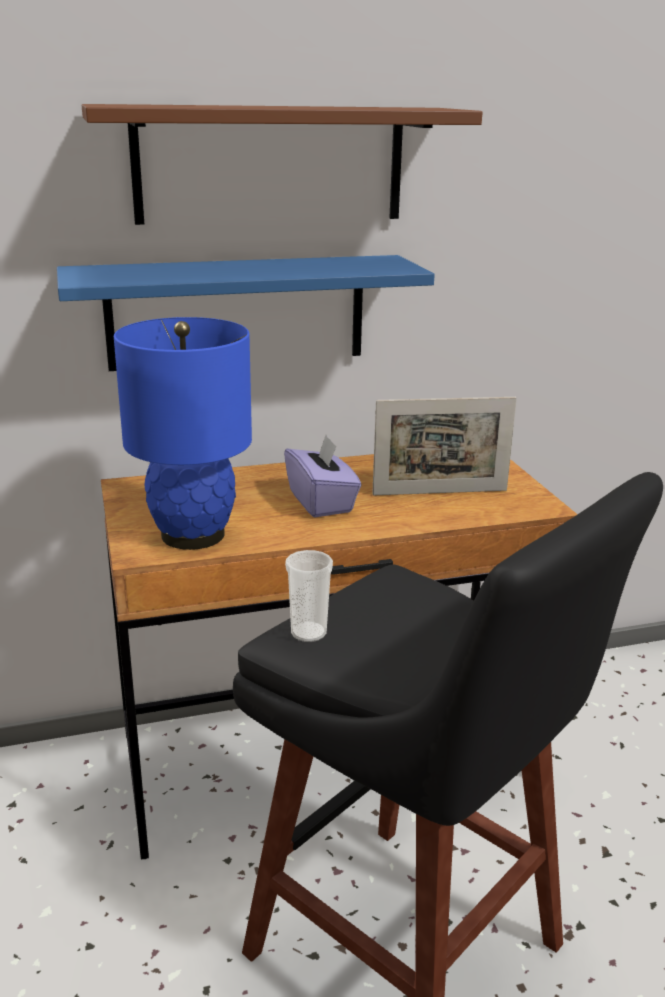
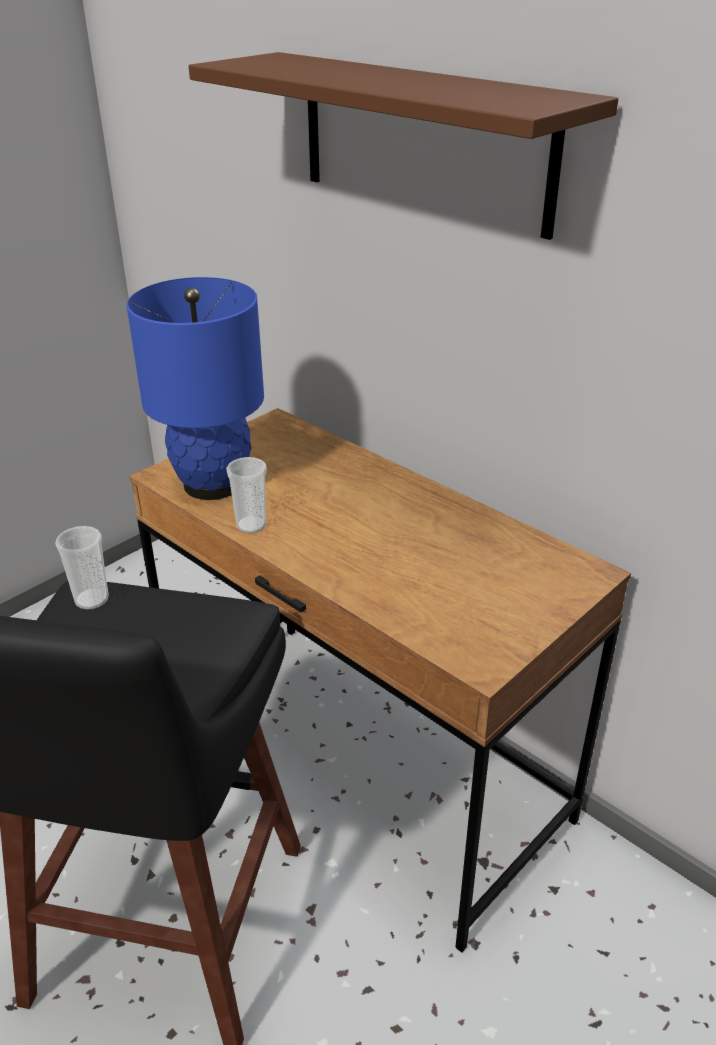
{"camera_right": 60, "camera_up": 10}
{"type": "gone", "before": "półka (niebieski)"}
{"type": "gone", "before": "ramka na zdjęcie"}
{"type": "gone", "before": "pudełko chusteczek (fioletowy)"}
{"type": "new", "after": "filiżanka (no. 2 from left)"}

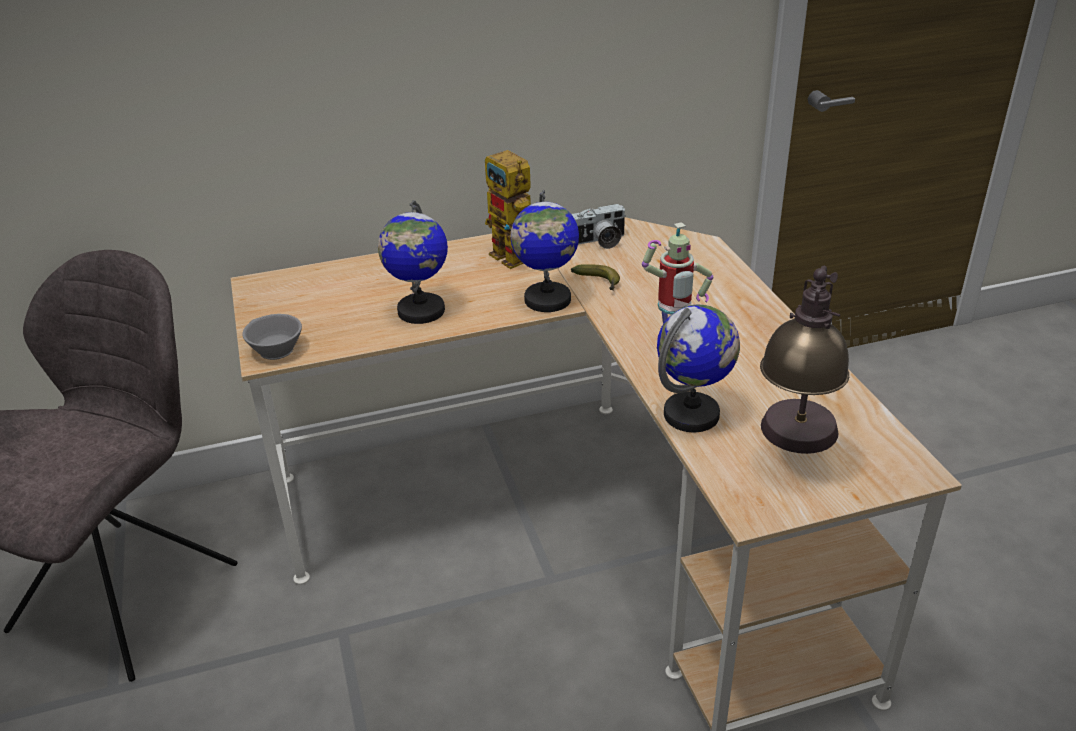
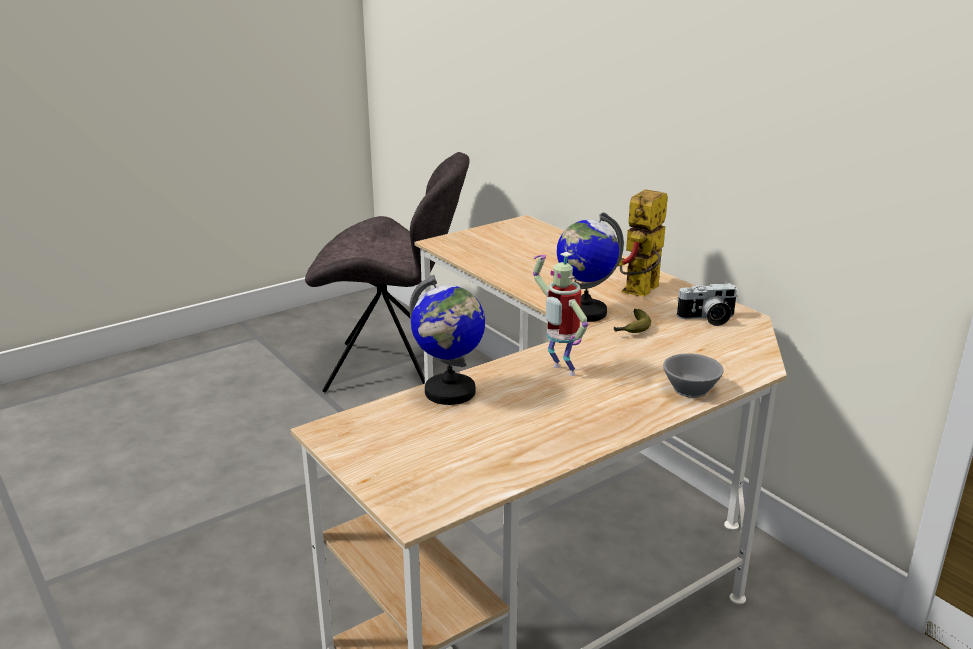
{"camera_right": 70, "camera_up": -10}
{"type": "gone", "before": "globus (no. 1 from left)"}
{"type": "rotated", "before": "aparat fotograficzny", "turn": -60}
{"type": "gone", "before": "lampa stołowa"}
{"type": "shifted", "before": "filiżanka (szary)"}

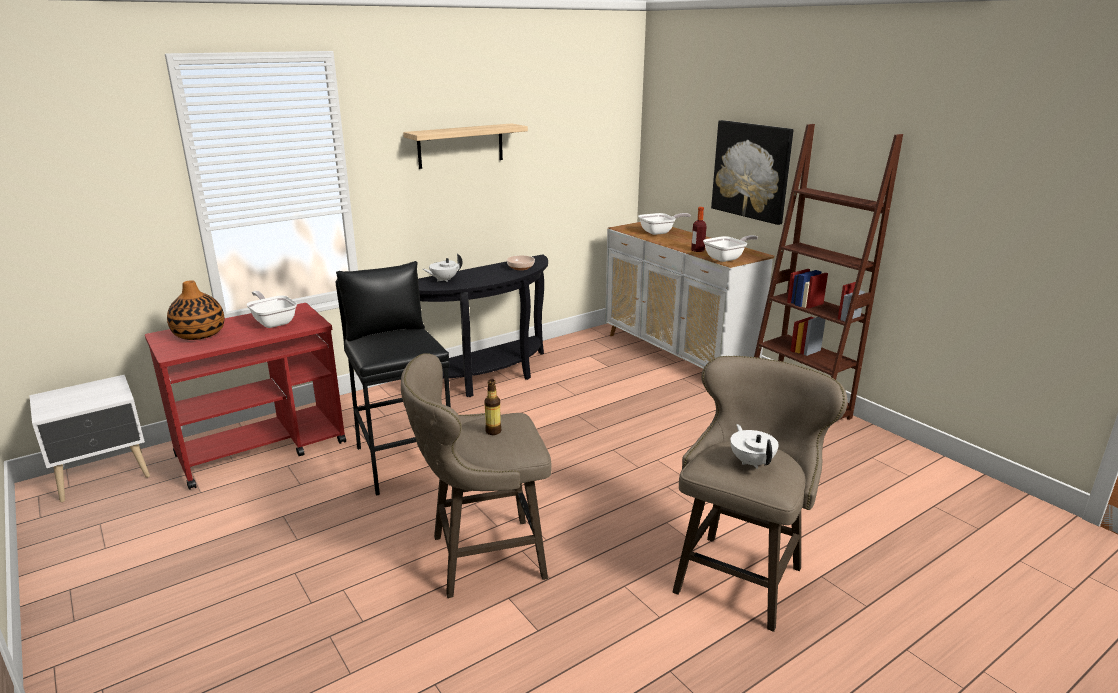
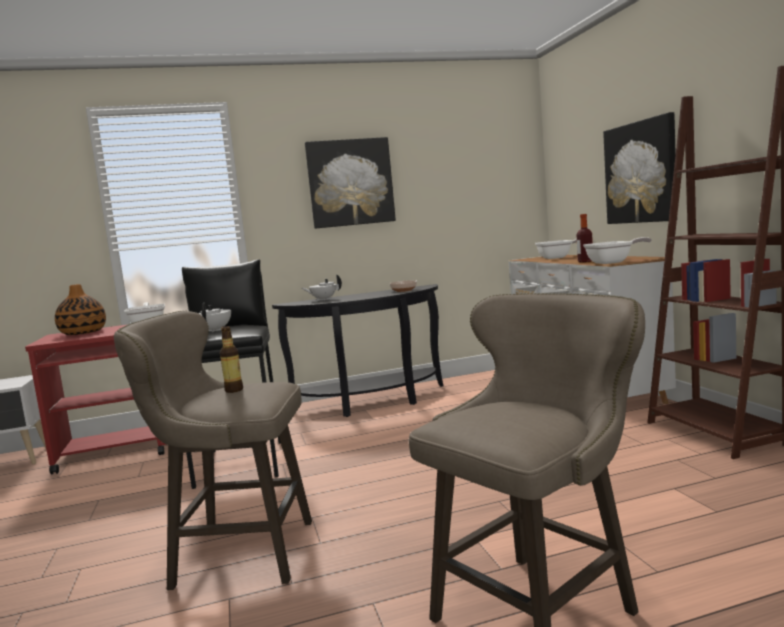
{"camera_right": 20, "camera_up": -15}
{"type": "swapped", "before": "półka", "after": "obraz (no. 1 from left)"}
{"type": "shifted", "before": "imbryk (biały) (no. 2 from left in the first image)", "after": "imbryk (biały) (no. 1 from left)"}

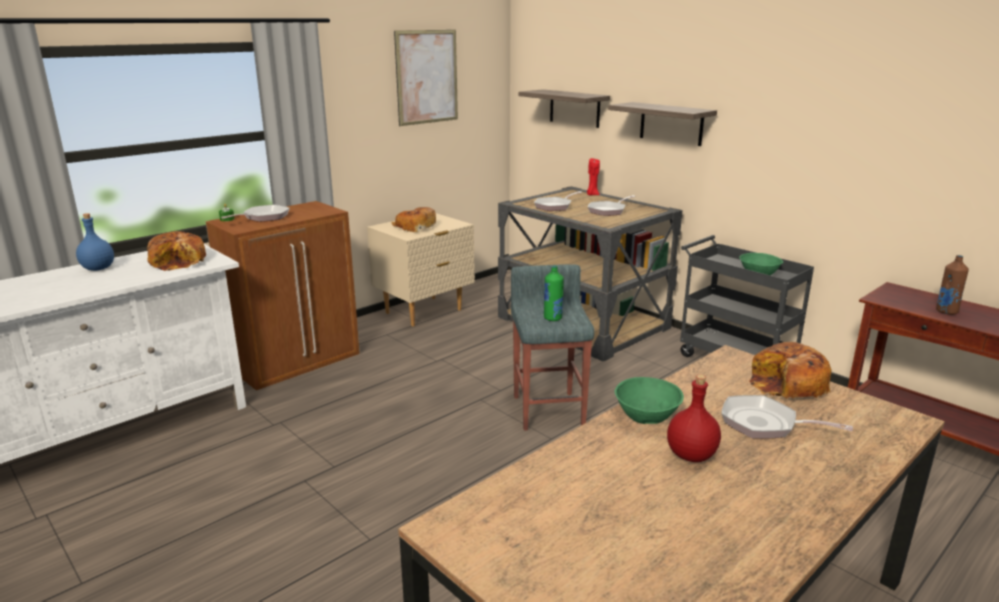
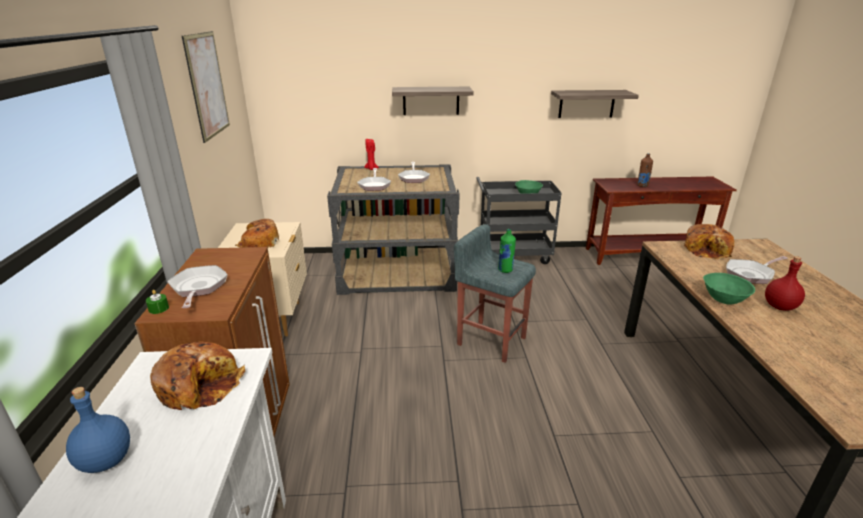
{"camera_right": -50, "camera_up": 5}
{"type": "shifted", "before": "półka (no. 1 from left in the first image)", "after": "półka (no. 2 from left)"}

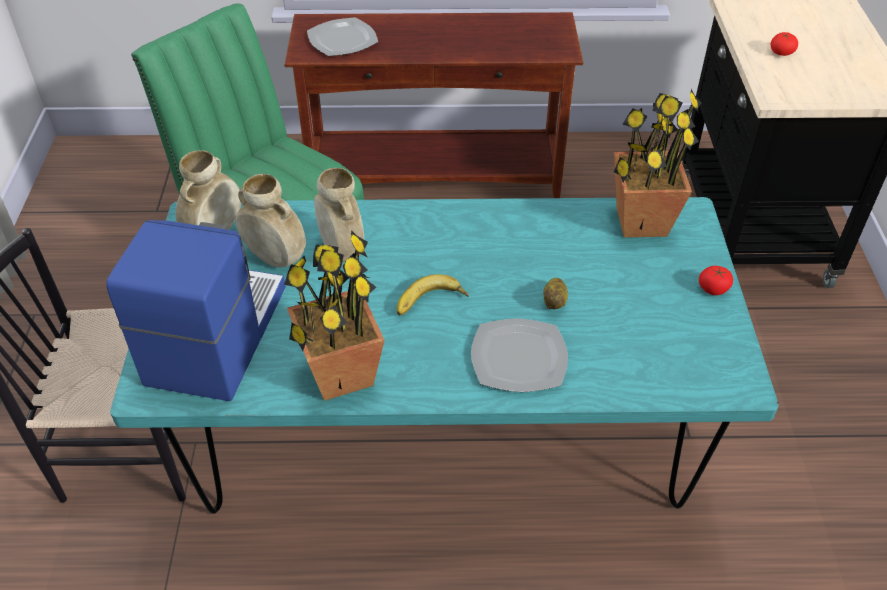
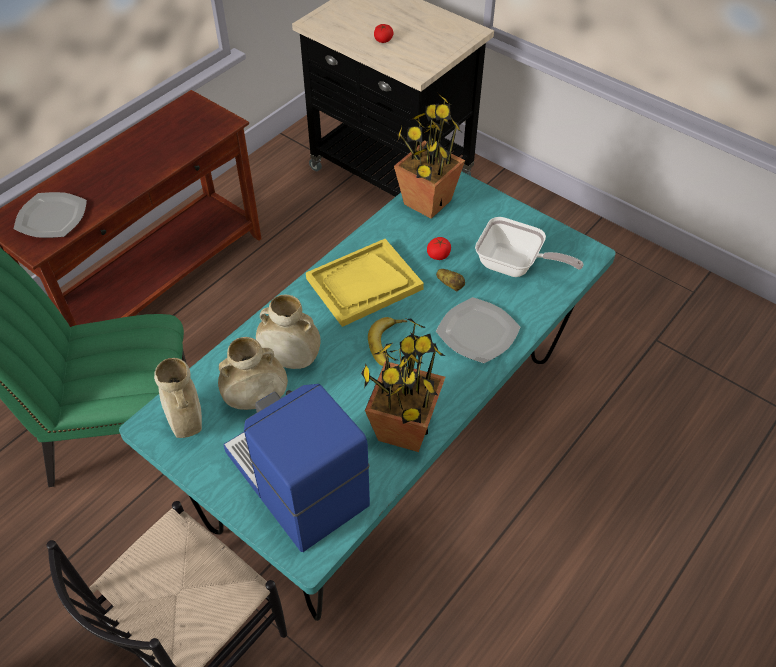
{"camera_right": -50, "camera_up": 5}
{"type": "shifted", "before": "pomidor (no. 1 from left in the first image)", "after": "pomidor (no. 2 from left)"}
{"type": "new", "after": "patelnia"}
{"type": "new", "after": "taca (żółty)"}

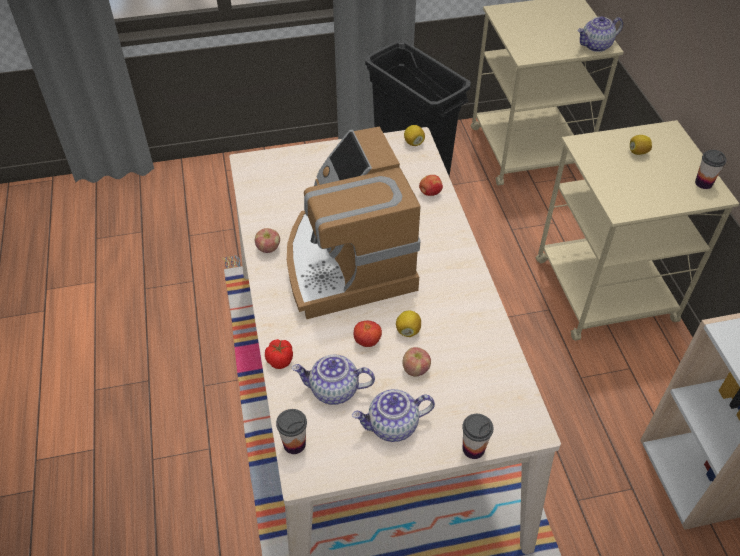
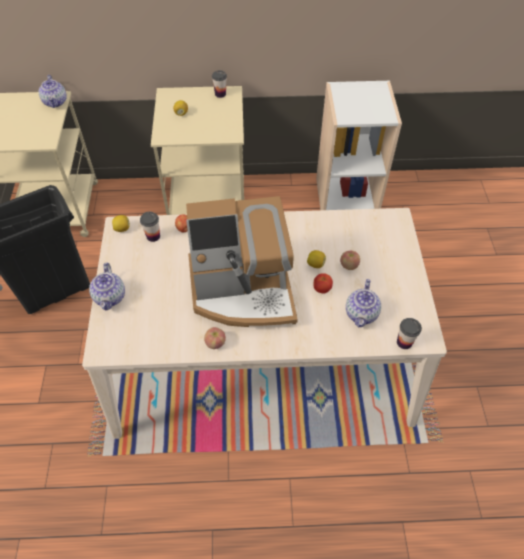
{"camera_right": -80, "camera_up": 5}
{"type": "gone", "before": "pomidor (no. 1 from left)"}
{"type": "shifted", "before": "imbryk (no. 2 from left)"}
{"type": "shifted", "before": "filiżanka (no. 2 from left in the first image)", "after": "filiżanka (no. 1 from left)"}

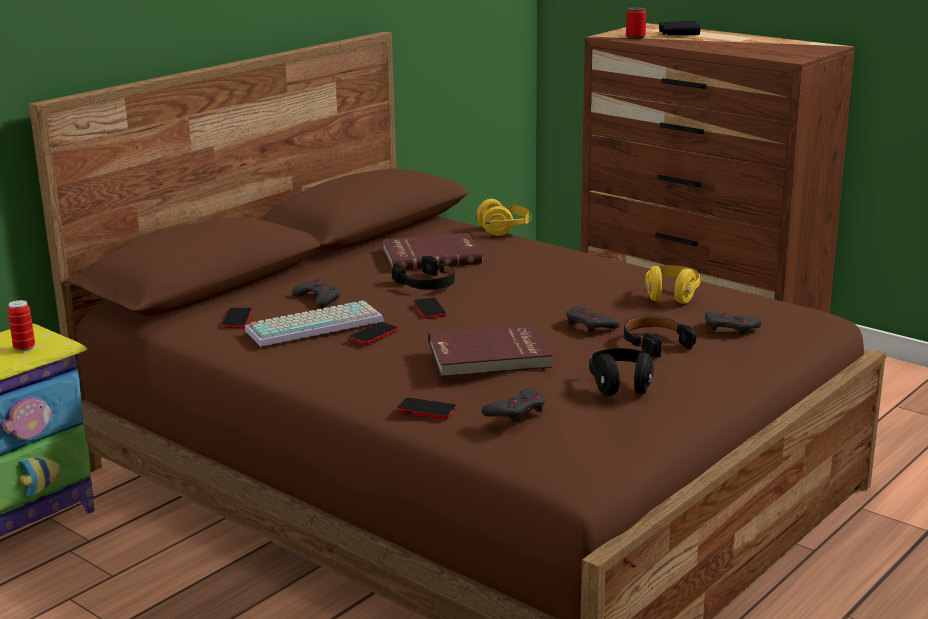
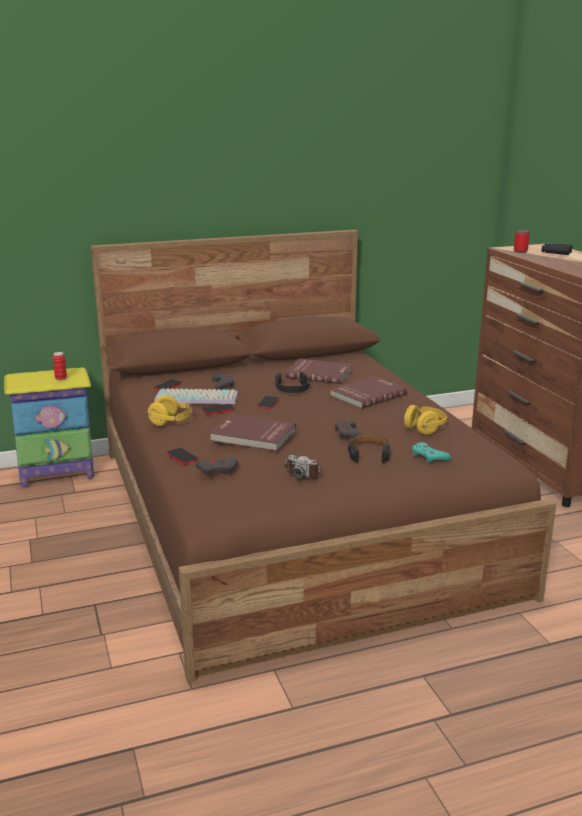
{"camera_right": 30, "camera_up": 0}
{"type": "shifted", "before": "słuchawki (żółty) (no. 1 from left)"}
{"type": "repainted", "before": "pad do gier (szary) (no. 4 from left)", "after": "pad do gier (turkusowy)"}
{"type": "swapped", "before": "słuchawki (czarny) (no. 2 from left)", "after": "aparat fotograficzny"}
{"type": "new", "after": "książka (czerwony) (no. 3 from left)"}

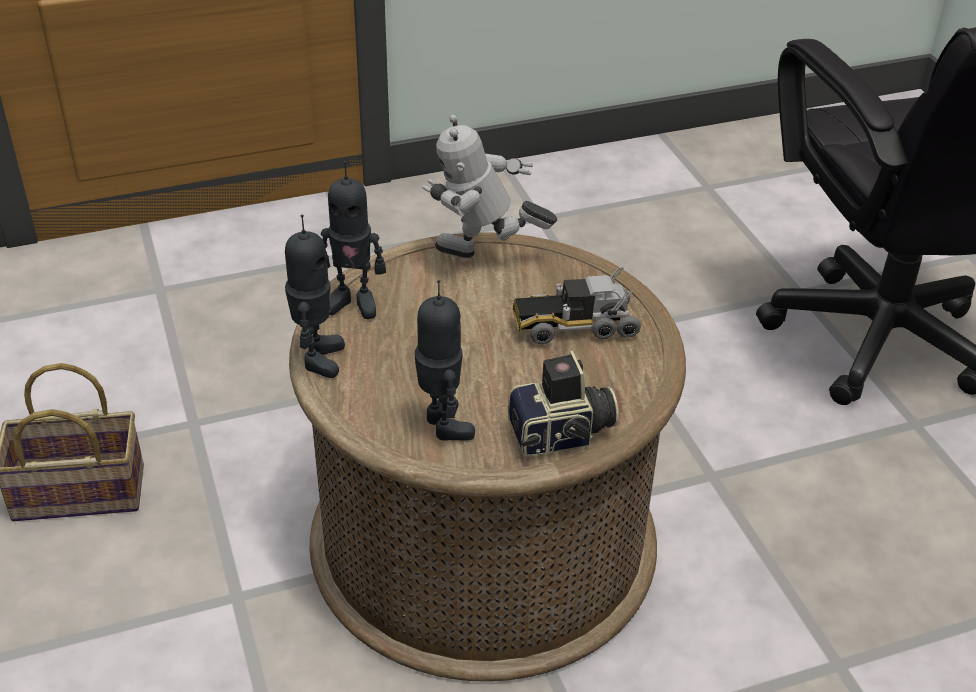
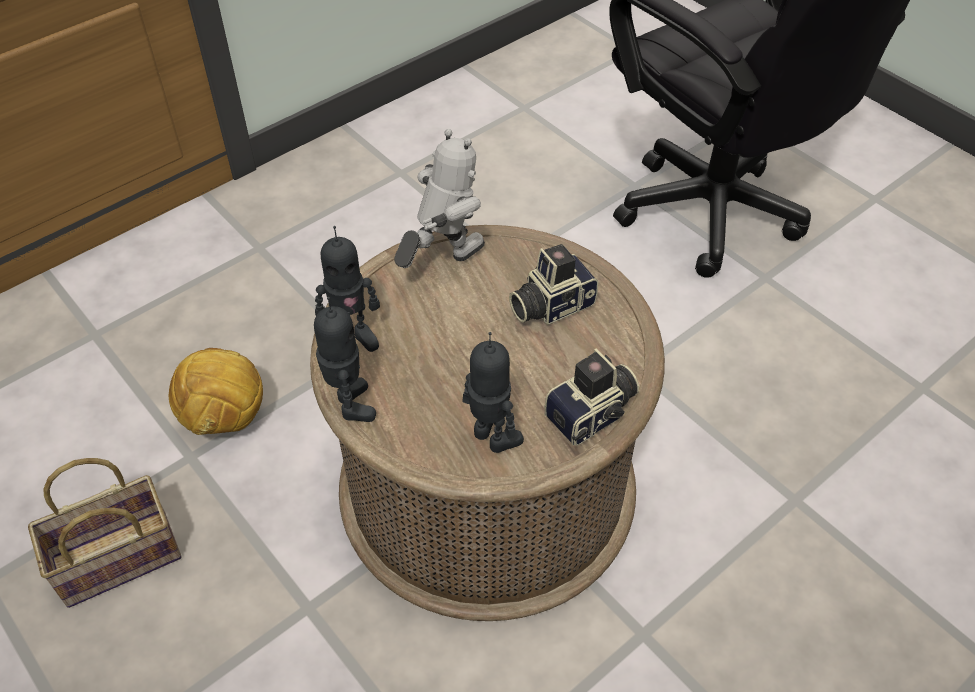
{"camera_right": -20, "camera_up": 10}
{"type": "rotated", "before": "robot zabawkowy (no. 4 from left in the first image)", "turn": 150}
{"type": "swapped", "before": "ciężarówka zabawkowa", "after": "aparat fotograficzny (no. 1 from left)"}
{"type": "new", "after": "piłka futbolowa"}

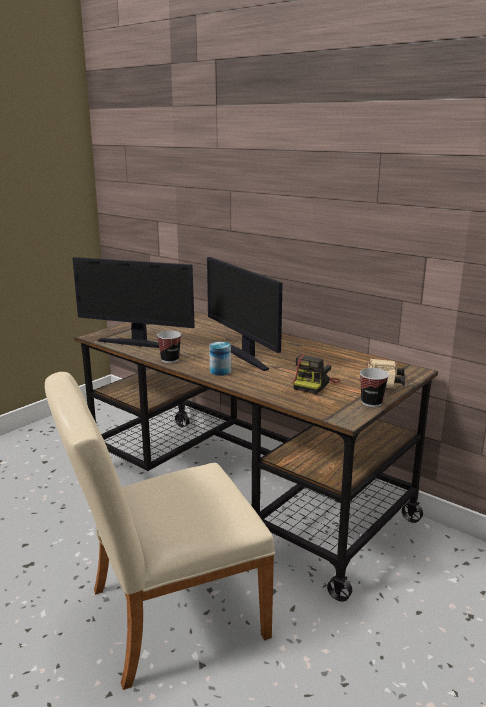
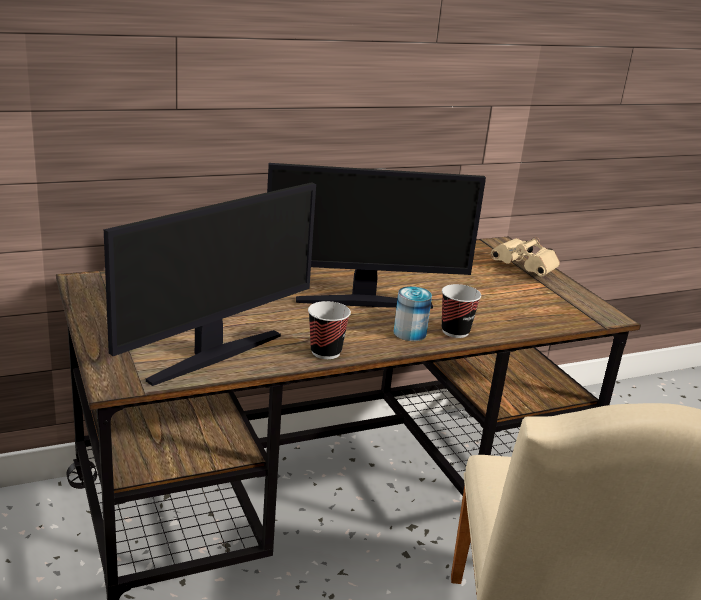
{"camera_right": -65, "camera_up": 5}
{"type": "gone", "before": "aparat fotograficzny"}
{"type": "shifted", "before": "filiżanka (no. 2 from left)"}

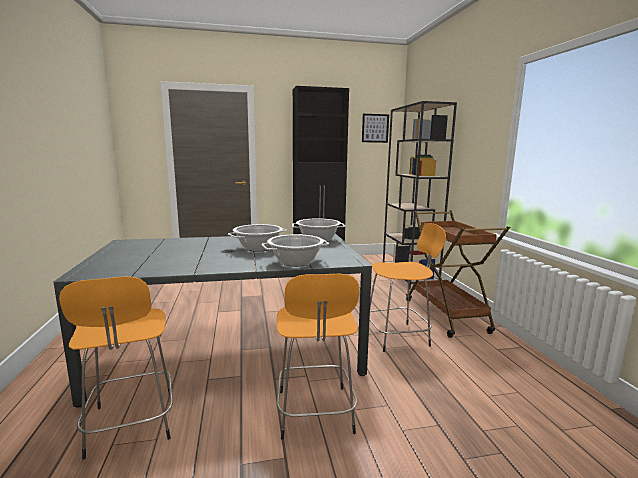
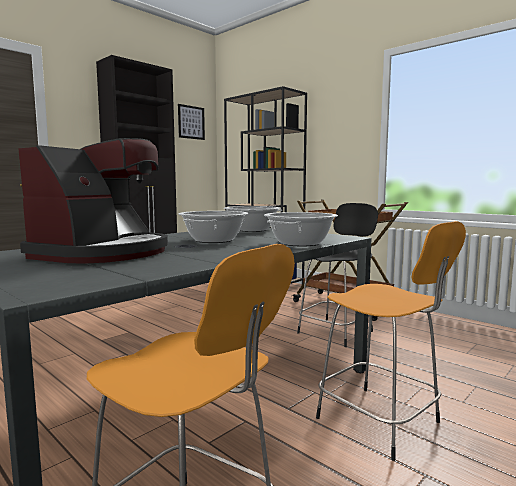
{"camera_right": -35, "camera_up": -5}
{"type": "repainted", "before": "stołek (pomarańczowy) (no. 3 from left)", "after": "stołek (czarny)"}
{"type": "new", "after": "ekspres do kawy"}

